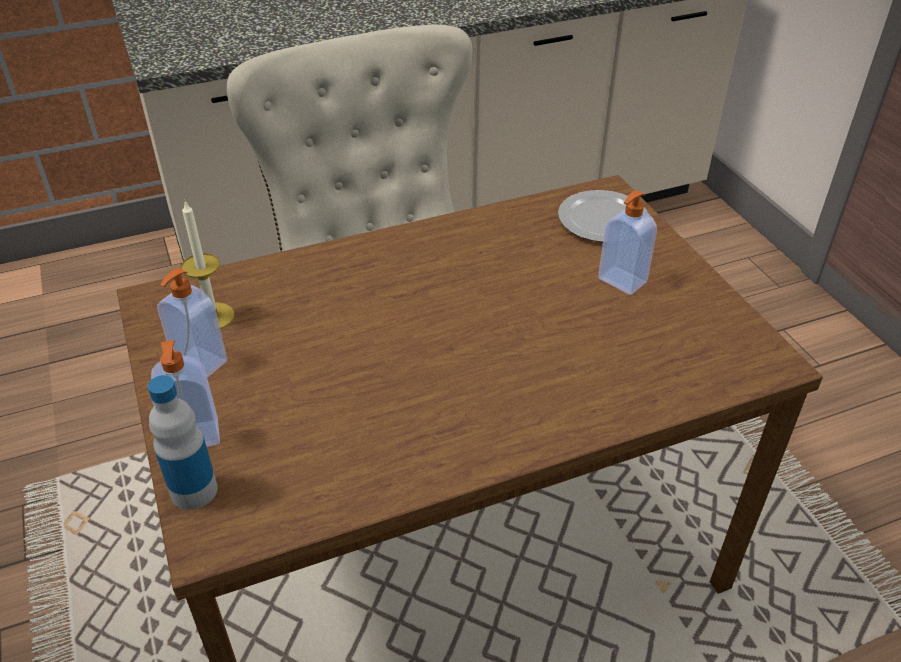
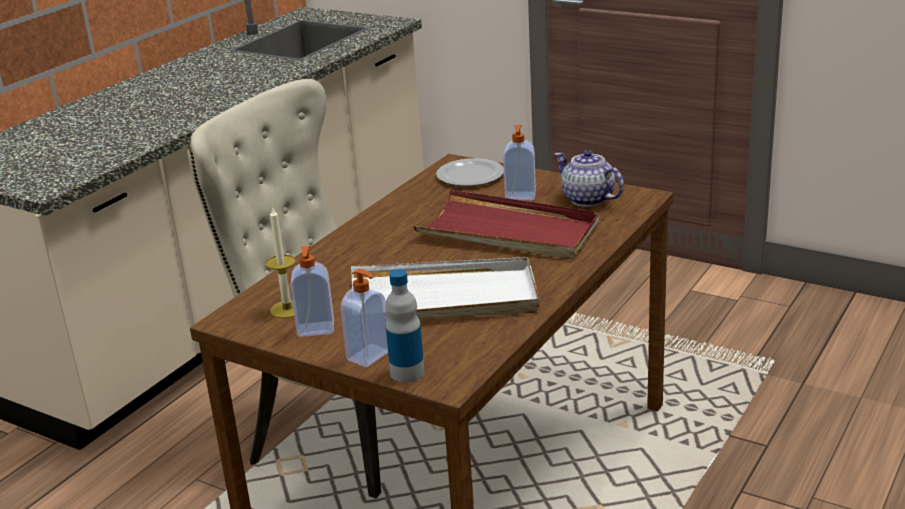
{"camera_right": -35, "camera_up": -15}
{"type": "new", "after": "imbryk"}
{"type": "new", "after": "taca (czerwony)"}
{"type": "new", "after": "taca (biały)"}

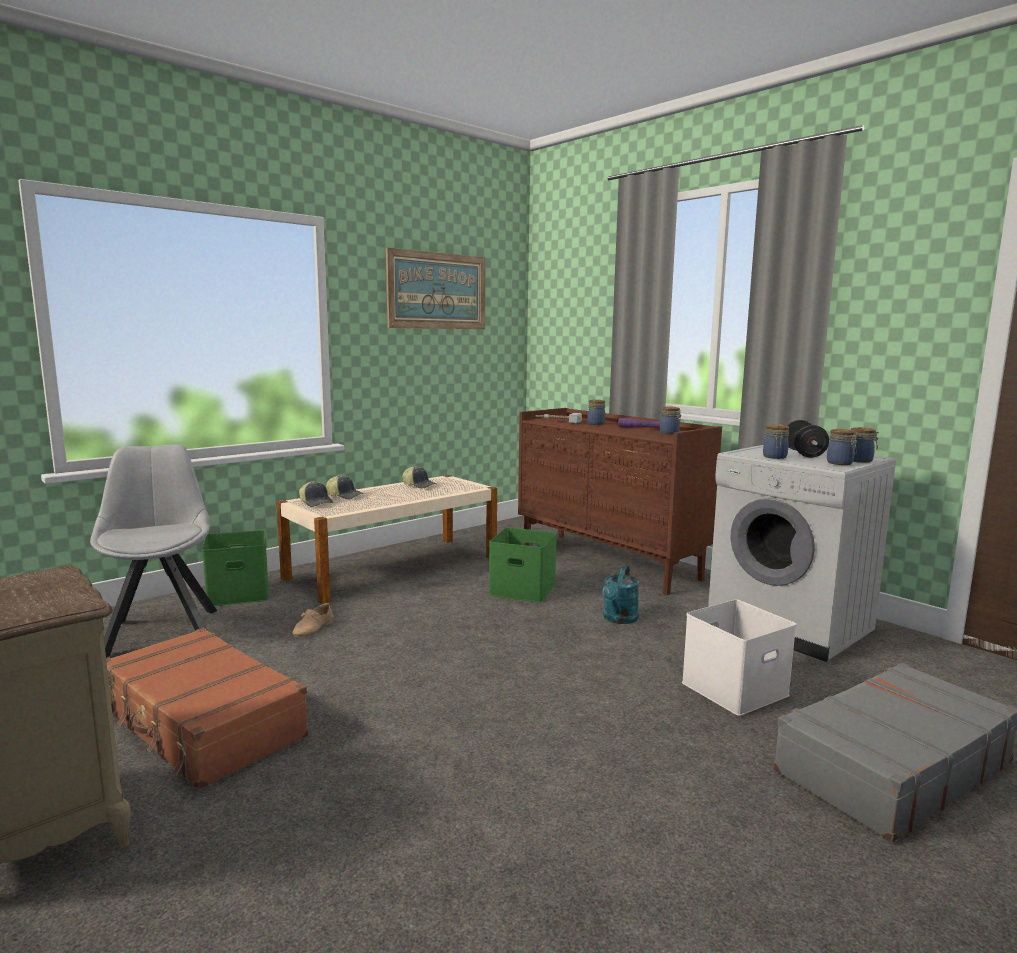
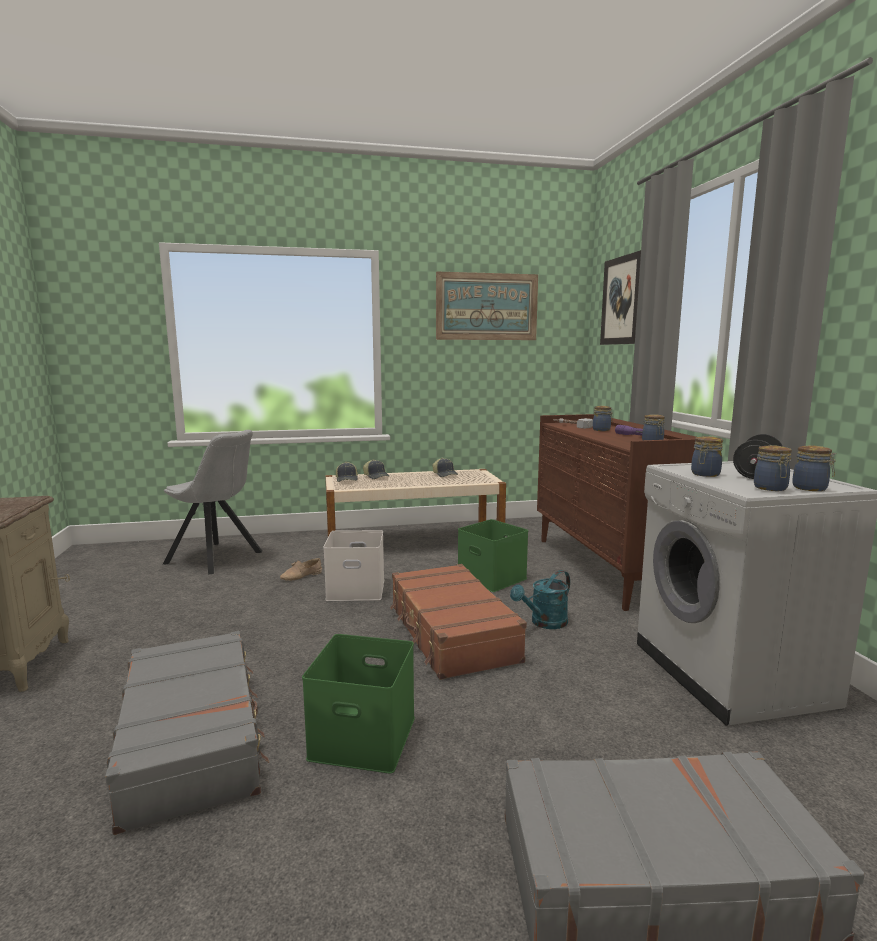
{"camera_right": 30, "camera_up": 0}
{"type": "rotated", "before": "krzesło (szary)", "turn": 105}
{"type": "shifted", "before": "pojemnik do przechowywania (zielony) (no. 1 from left)"}
{"type": "shifted", "before": "pojemnik do przechowywania (biały)"}
{"type": "shifted", "before": "walizka (brązowy)"}
{"type": "new", "after": "obraz (no. 2 from left)"}
{"type": "new", "after": "walizka (szary) (no. 1 from left)"}

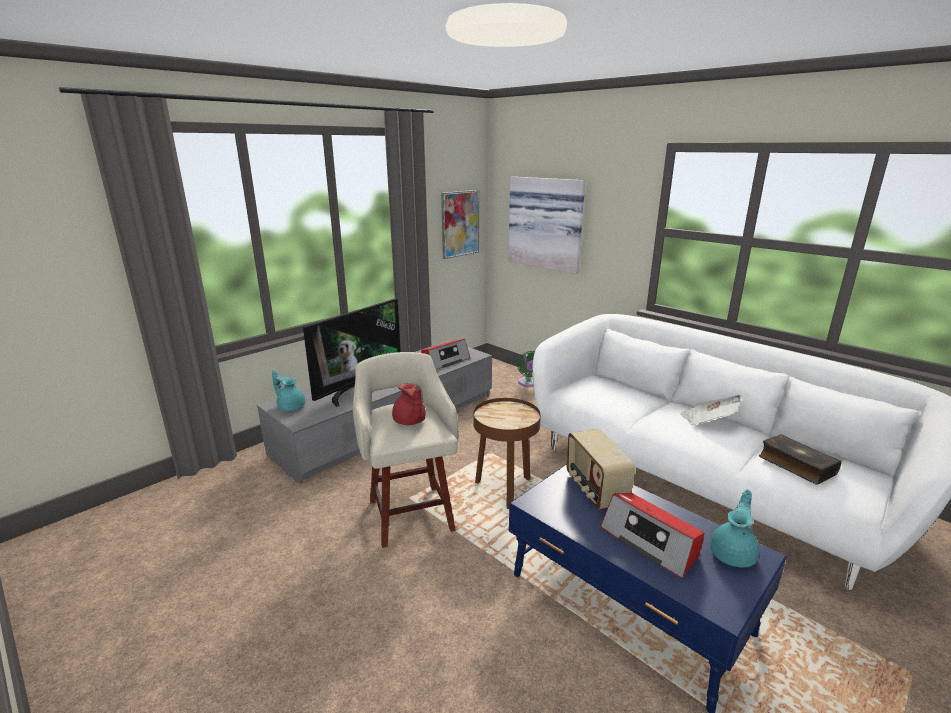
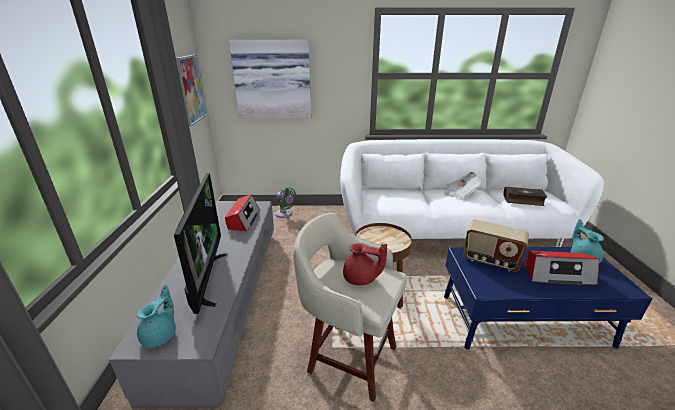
{"camera_right": -45, "camera_up": 5}
{"type": "rotated", "before": "imbryk (turkusowy) (no. 1 from left)", "turn": 120}

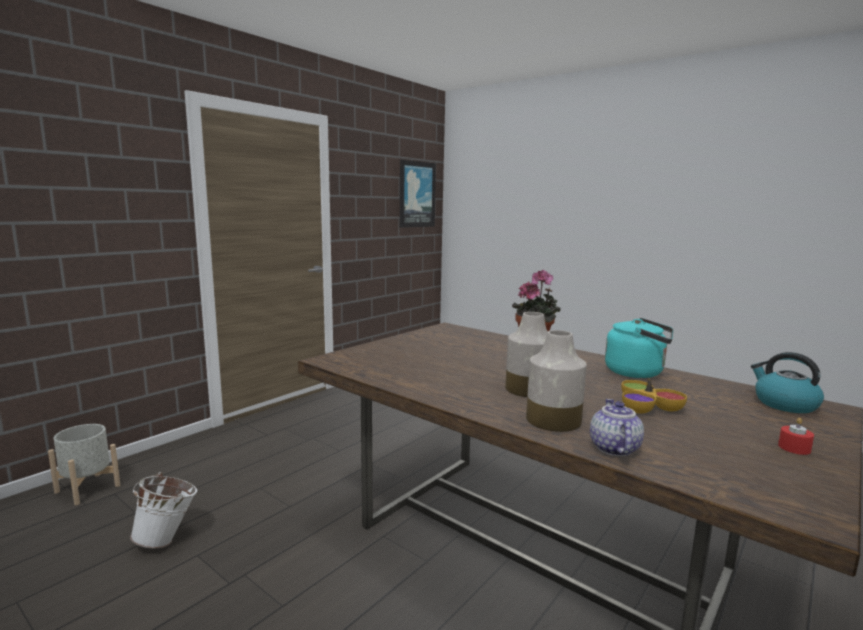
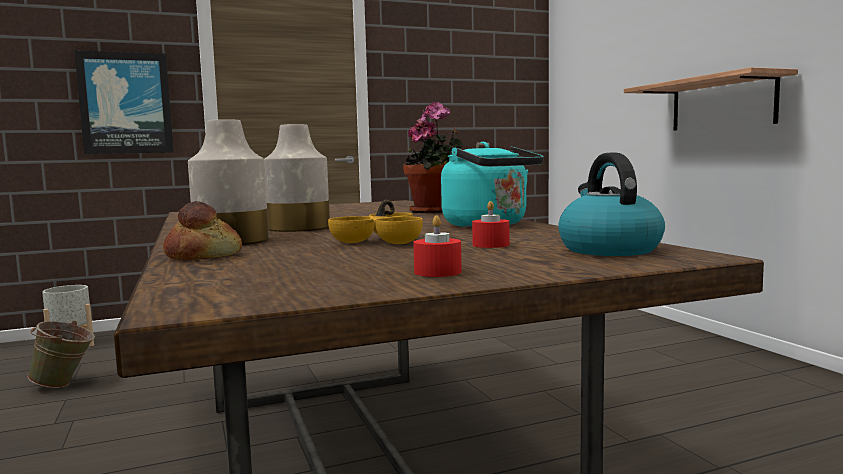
{"camera_right": 30, "camera_up": -5}
{"type": "shifted", "before": "obraz"}
{"type": "swapped", "before": "imbryk", "after": "chleb"}
{"type": "repainted", "before": "wiadro (biały)", "after": "wiadro (zielony)"}
{"type": "new", "after": "półka"}
{"type": "new", "after": "świeca (czerwony) (no. 2 from left)"}

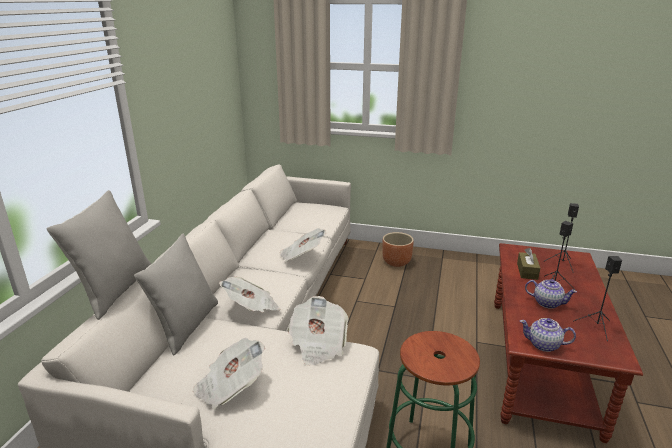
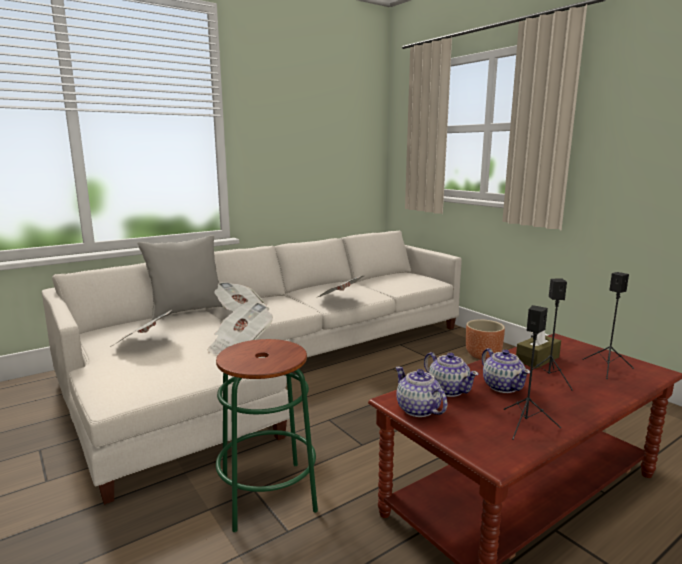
{"camera_right": 40, "camera_up": -10}
{"type": "gone", "before": "poduszka (szary) (no. 1 from left)"}
{"type": "new", "after": "imbryk (no. 2 from left)"}

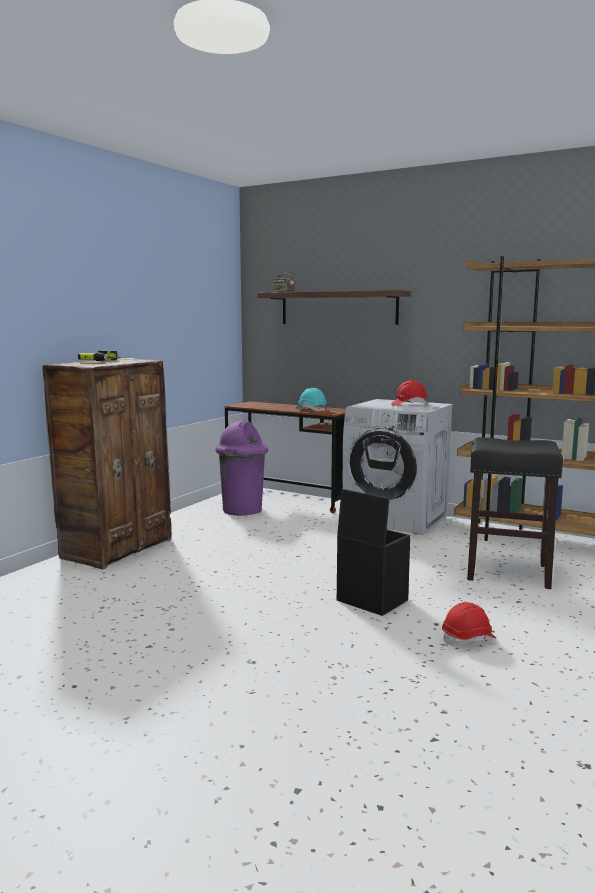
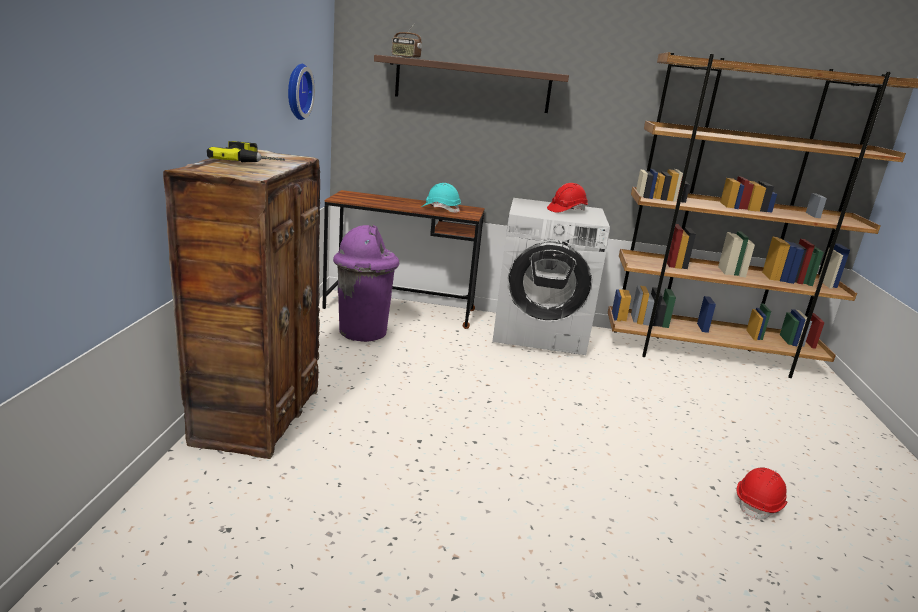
{"camera_right": -25, "camera_up": 10}
{"type": "gone", "before": "stołek (czarny)"}
{"type": "gone", "before": "pojemnik do przechowywania (czarny)"}
{"type": "new", "after": "zegar ścienny"}

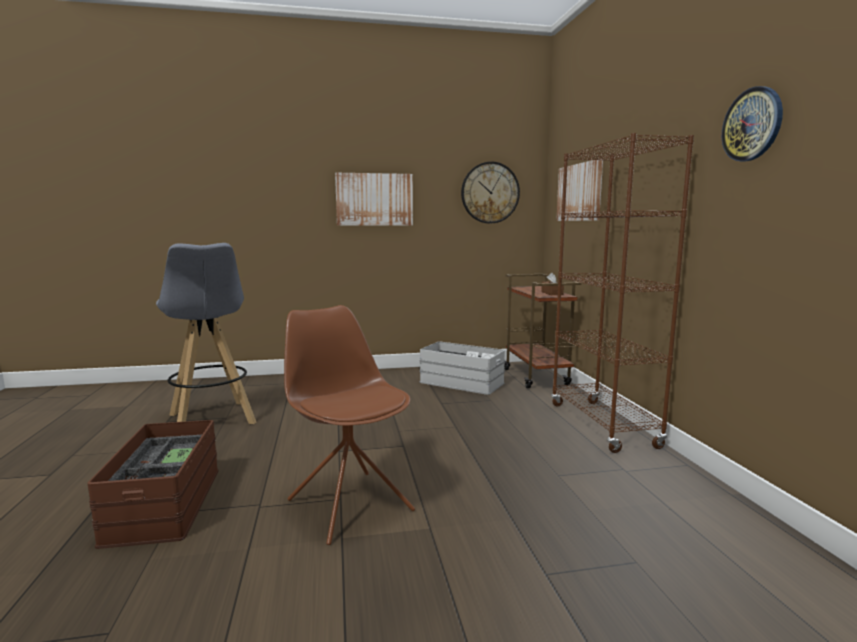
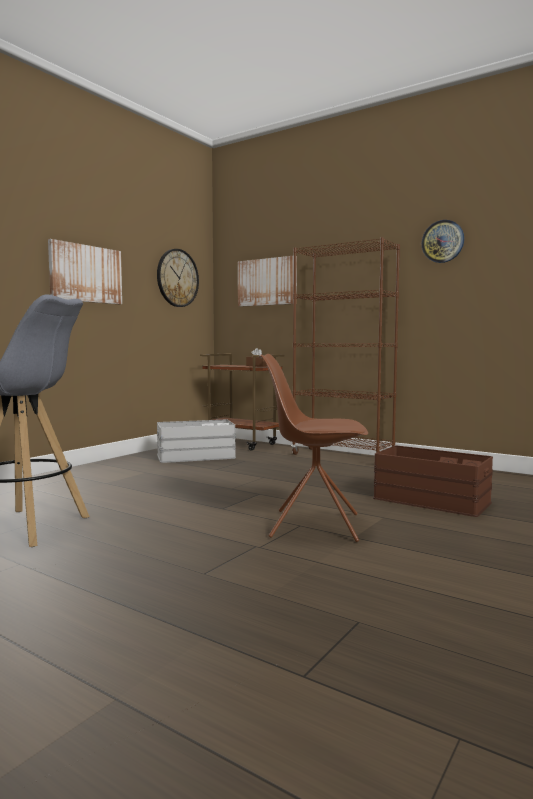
{"camera_right": -45, "camera_up": -5}
{"type": "shifted", "before": "pojemnik do przechowywania (brązowy)"}

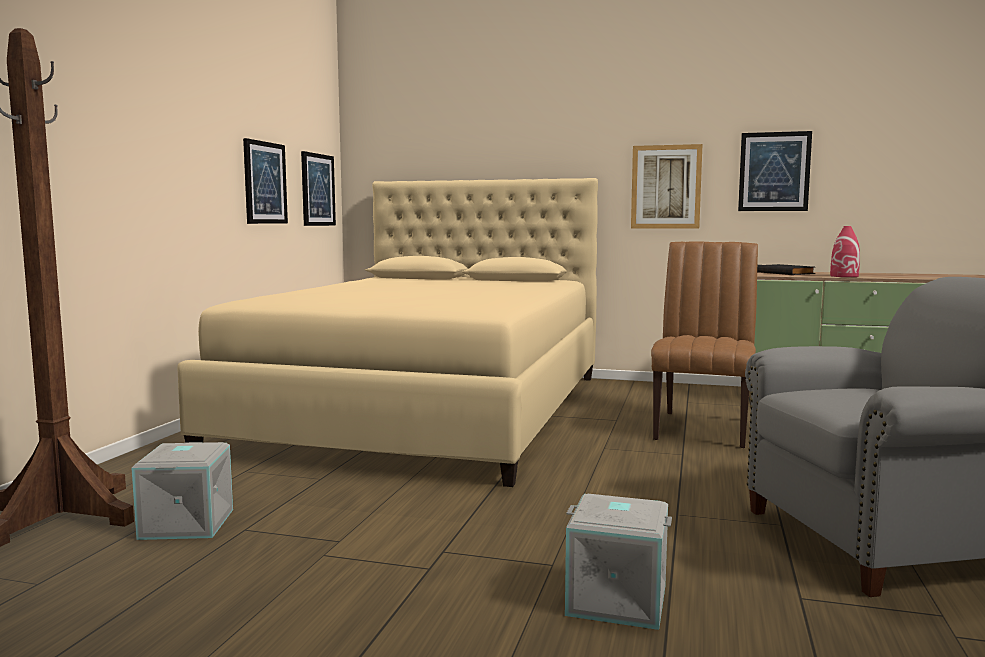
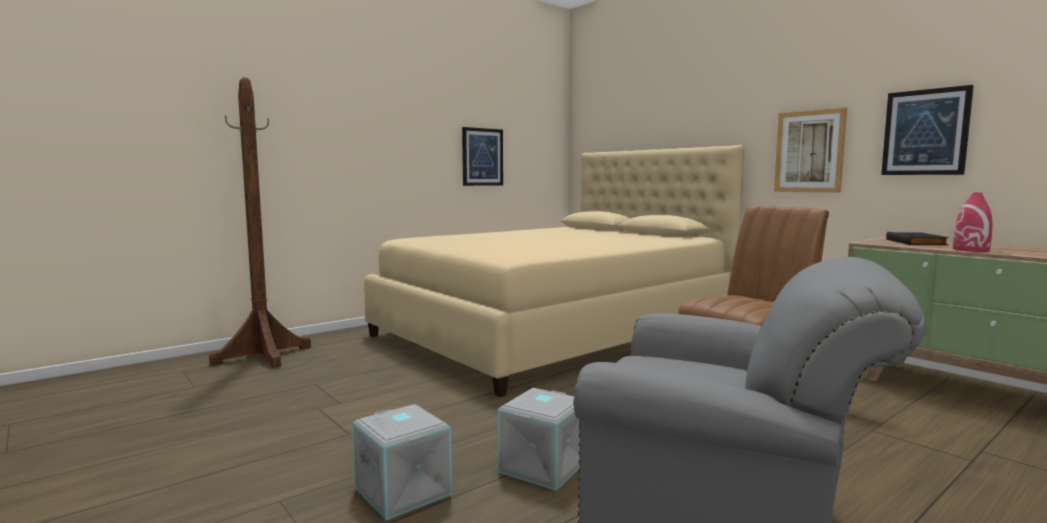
{"camera_right": 35, "camera_up": 0}
{"type": "gone", "before": "obraz (no. 2 from left)"}
{"type": "shifted", "before": "pojemnik do przechowywania (szary) (no. 1 from left in the first image)", "after": "pojemnik do przechowywania (szary) (no. 2 from left)"}

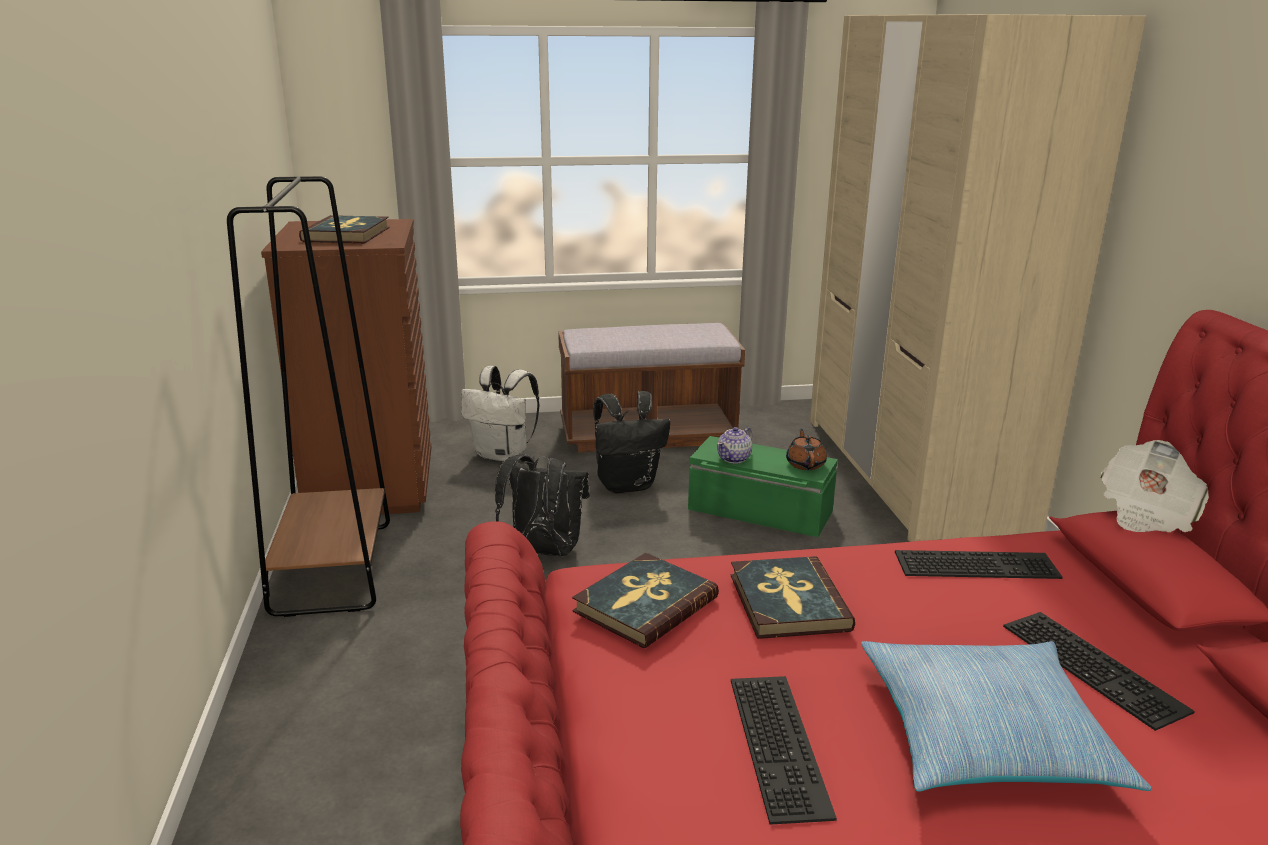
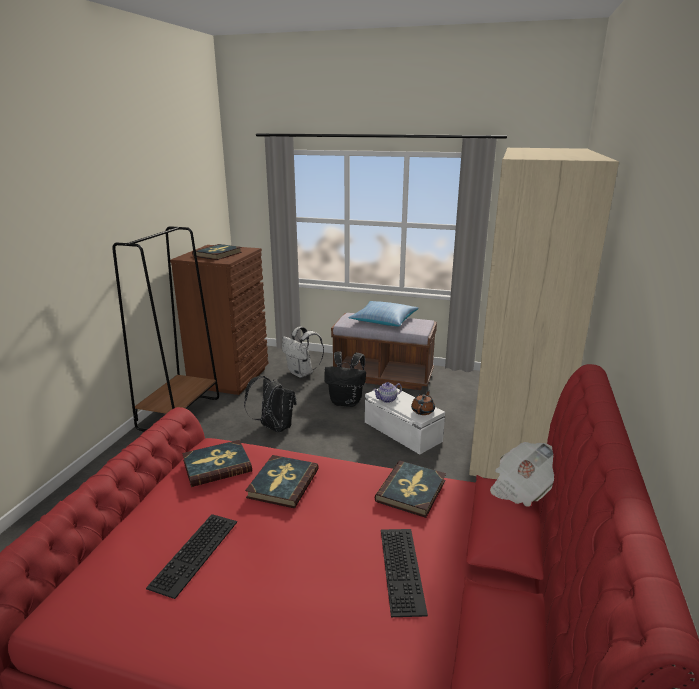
{"camera_right": 25, "camera_up": 0}
{"type": "repainted", "before": "pojemnik do przechowywania (zielony)", "after": "pojemnik do przechowywania (biały)"}
{"type": "swapped", "before": "klawiatura (no. 2 from left)", "after": "książka (no. 4 from left)"}
{"type": "shifted", "before": "poduszka"}

